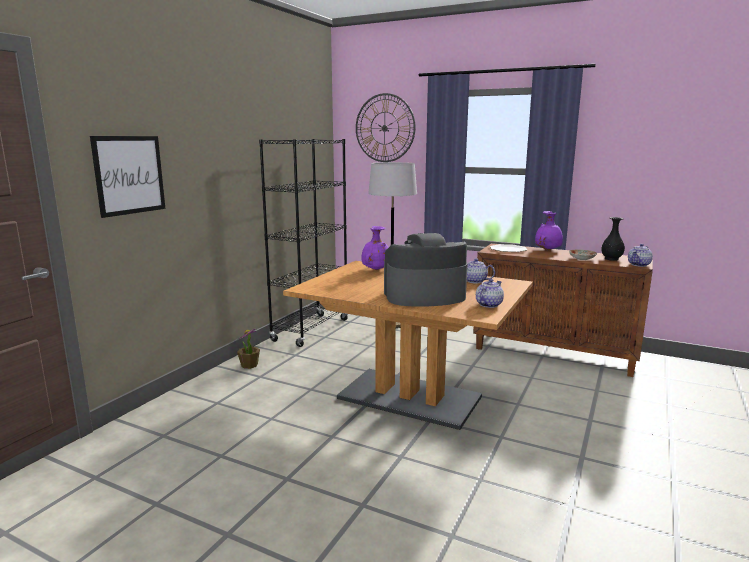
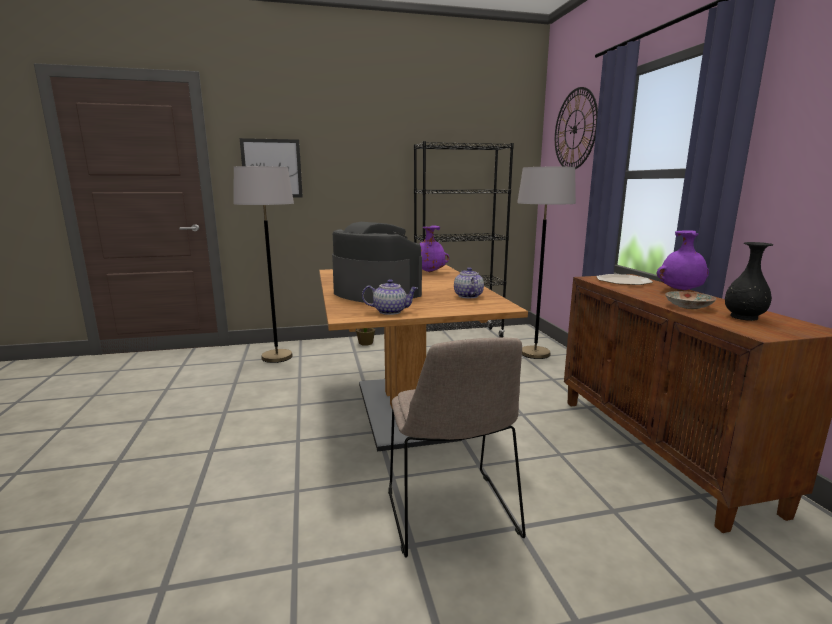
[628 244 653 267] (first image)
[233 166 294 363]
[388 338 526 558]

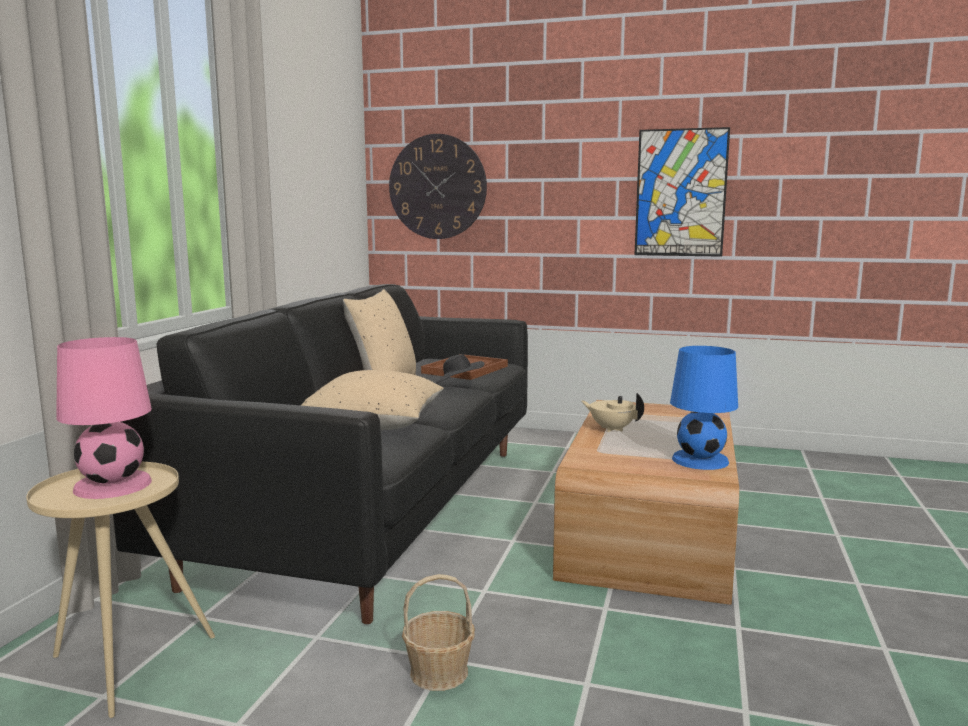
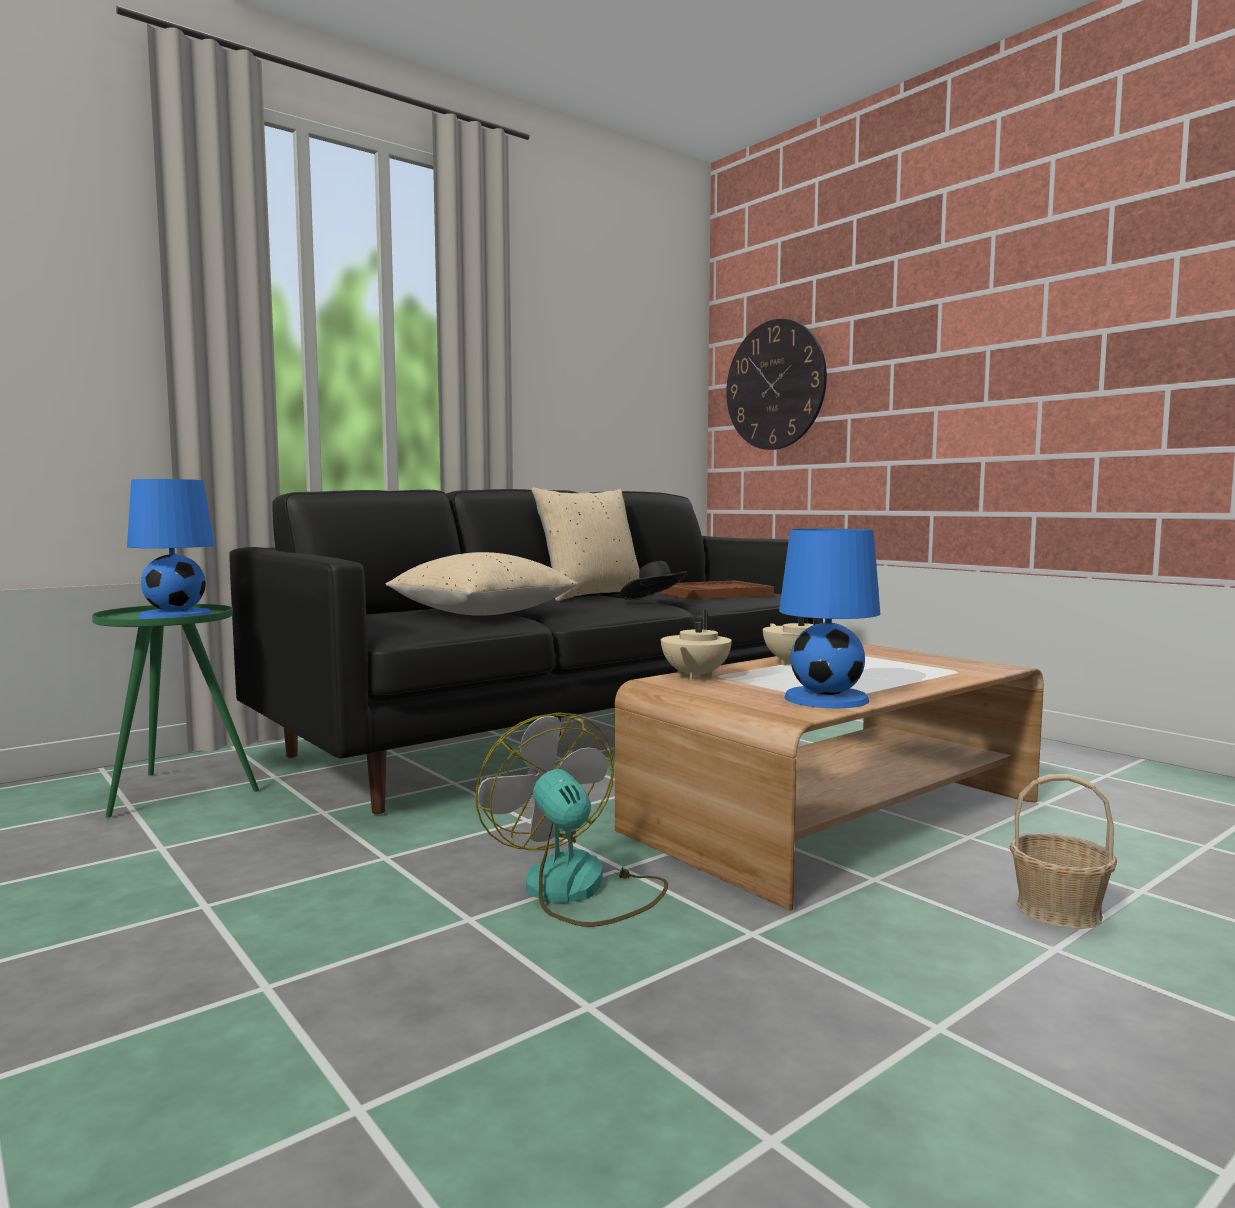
[634 127 730 257] (first image)
[127 479 214 619]
[92 604 259 818]
[1010 774 1117 929]
[661 610 732 680]
[476 712 668 927]

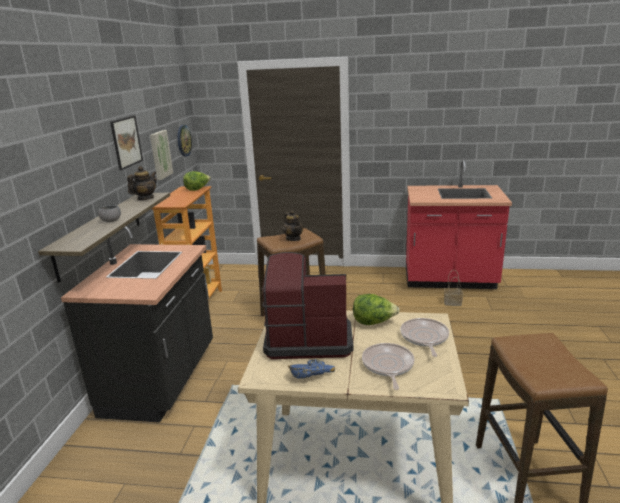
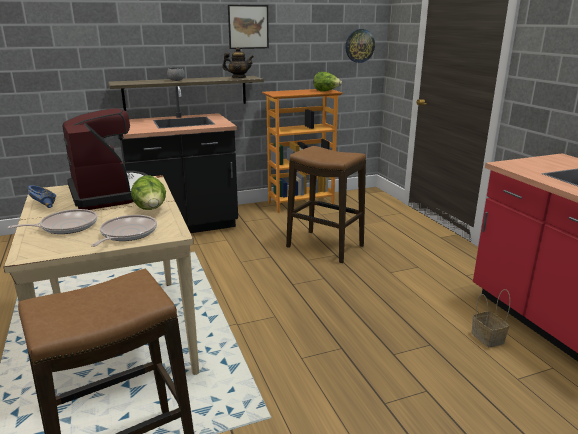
[150 130 173 180] (first image)
[282 210 304 241] (first image)
[91 215 157 247]

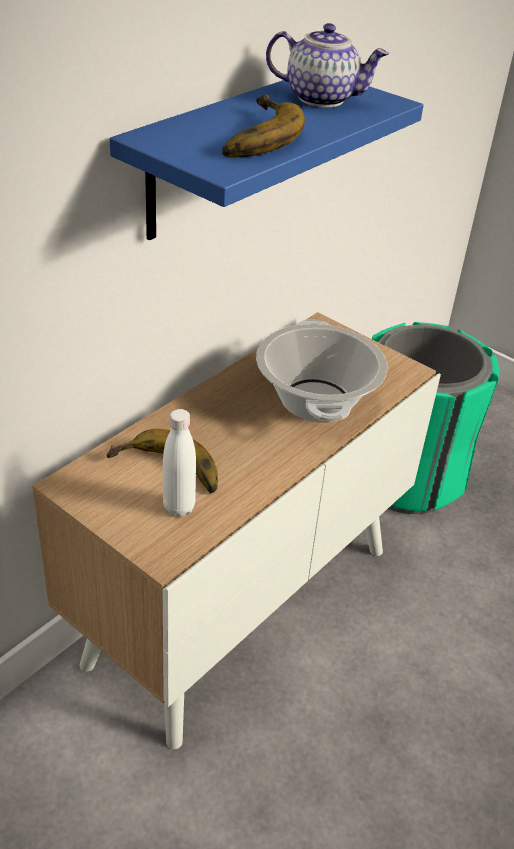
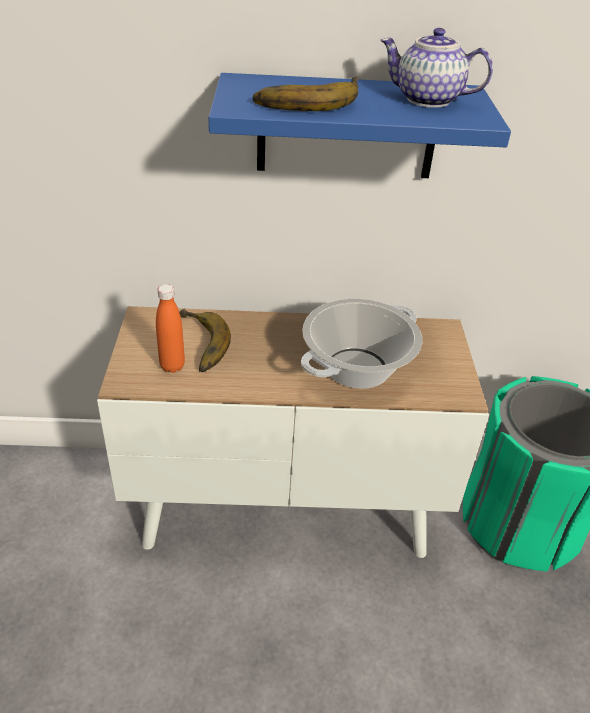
[380 28 493 108]
[156 284 185 373]

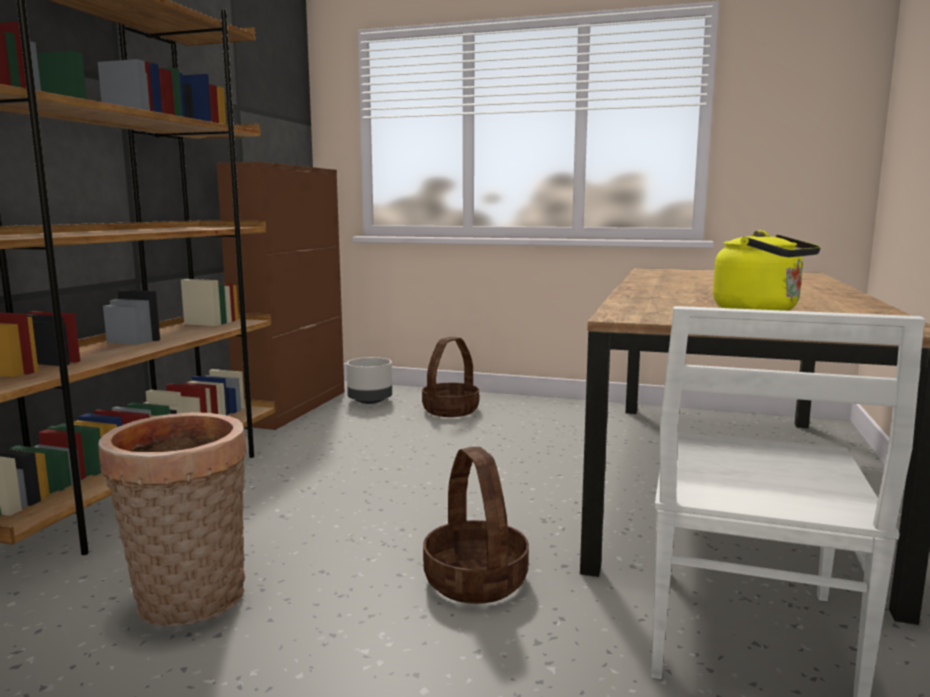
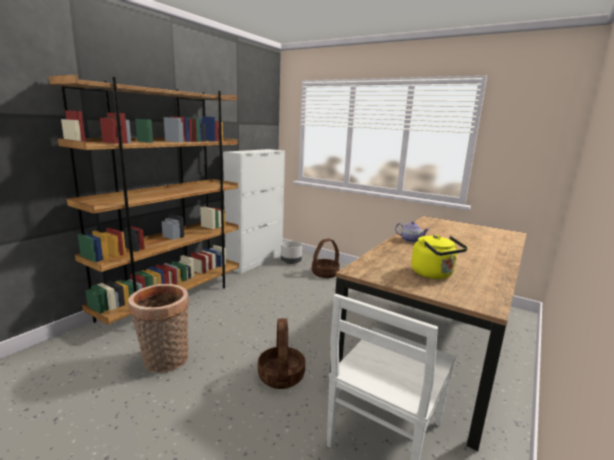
[223 149 285 274]
[395 221 430 242]

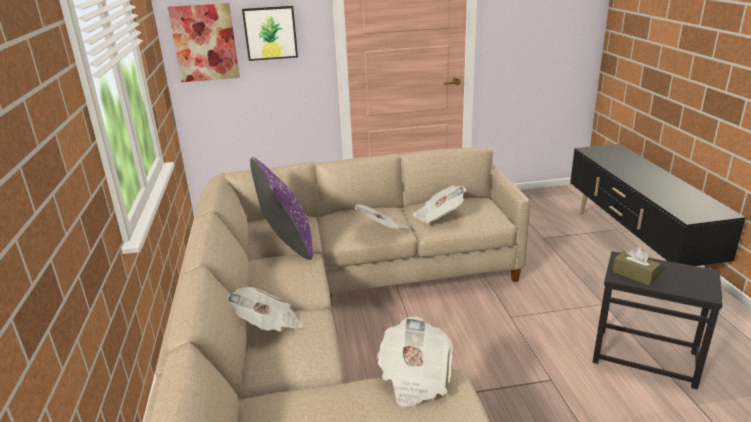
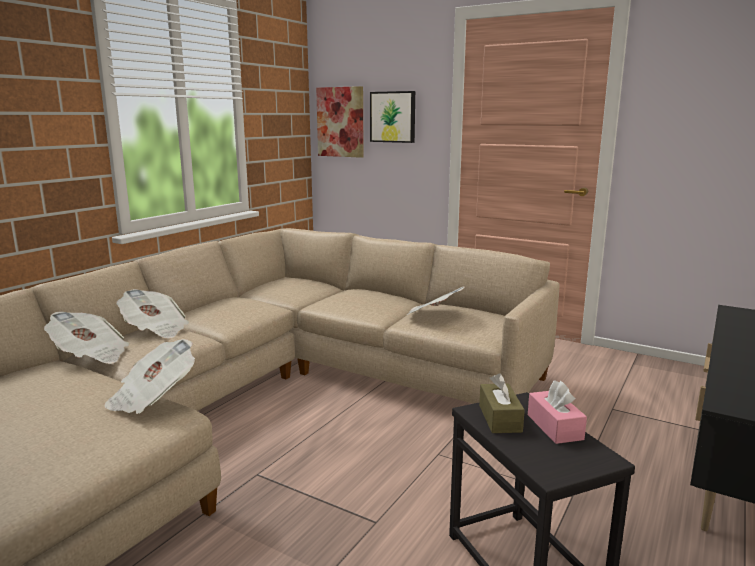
[250 157 313 260] (first image)
[44 311 129 364]
[528 380 587 444]

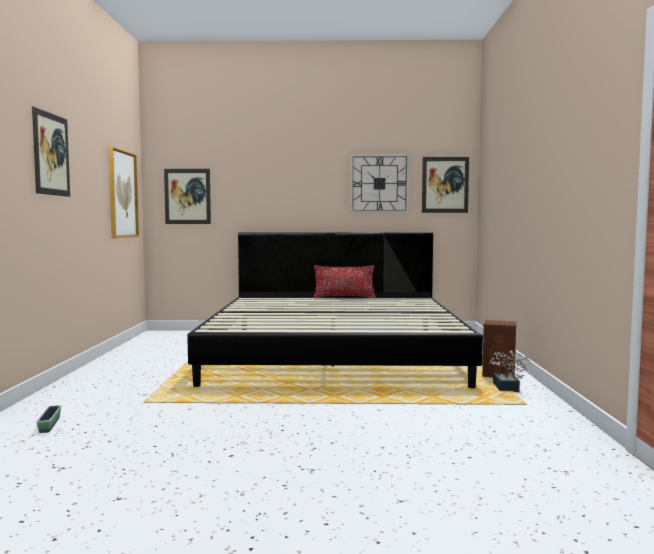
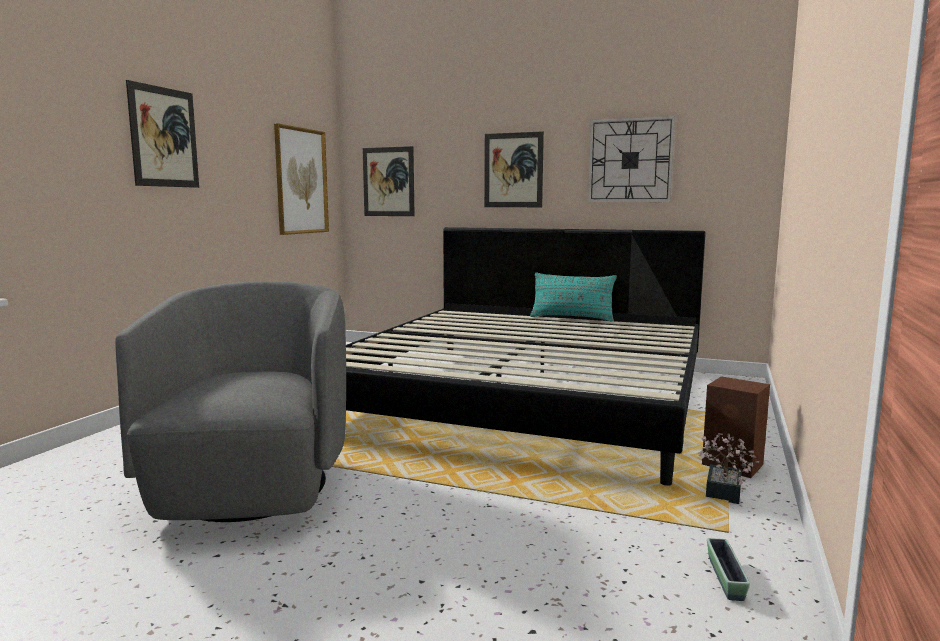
[484 131 544 207]
[530 273 617 321]
[707 538 750 601]
[115 281 346 522]

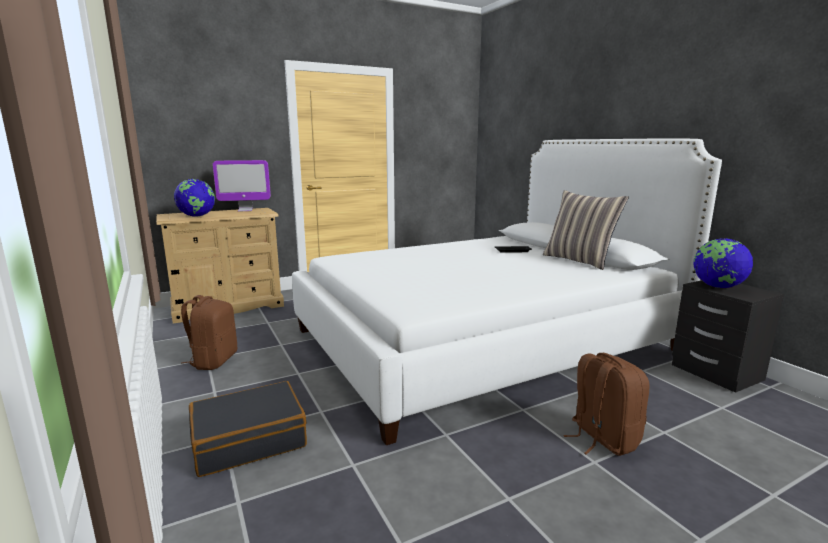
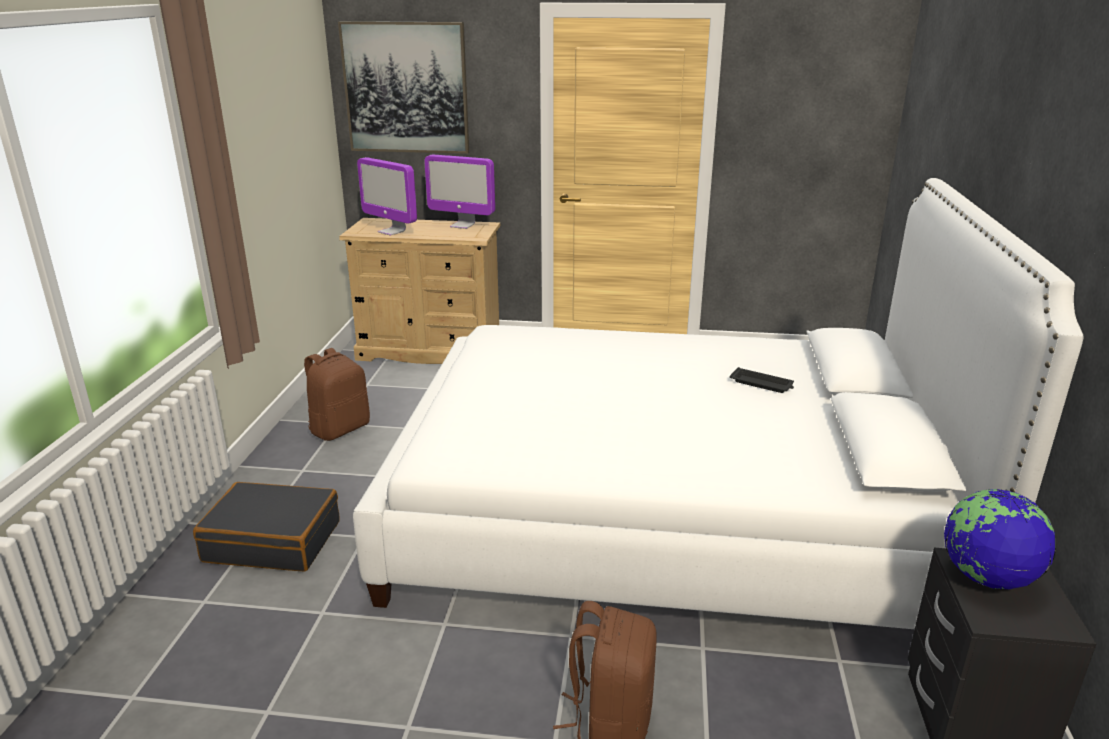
[357 157 417 236]
[543 190 629 270] (first image)
[338 21 469 154]

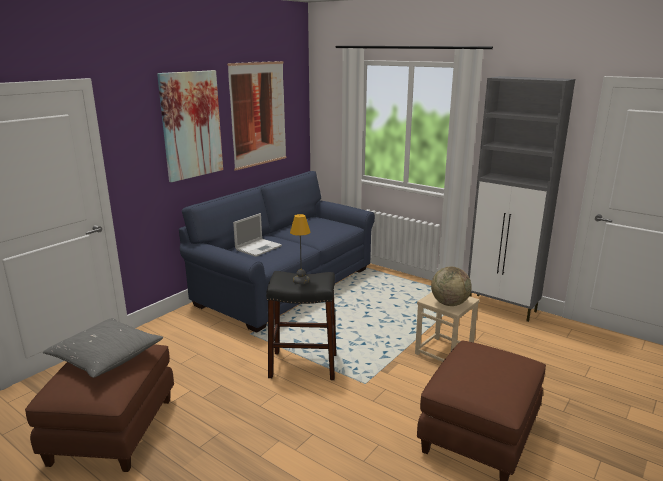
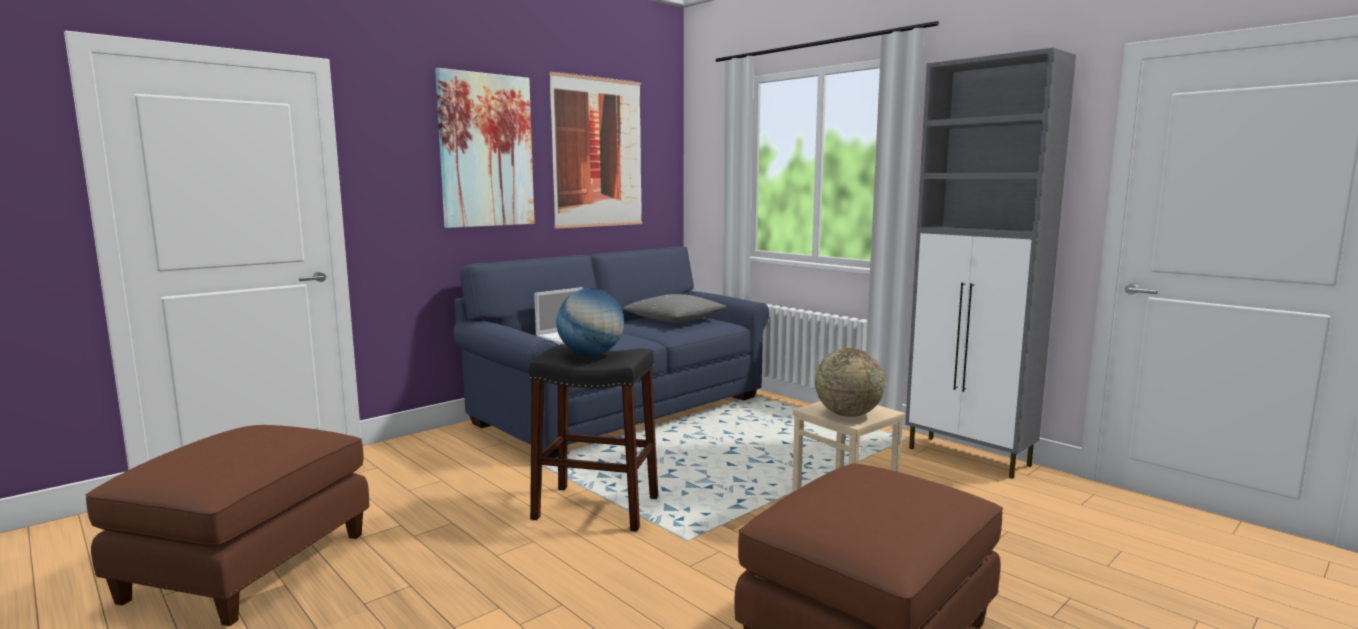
[556 288 624 356]
[623 294 726 323]

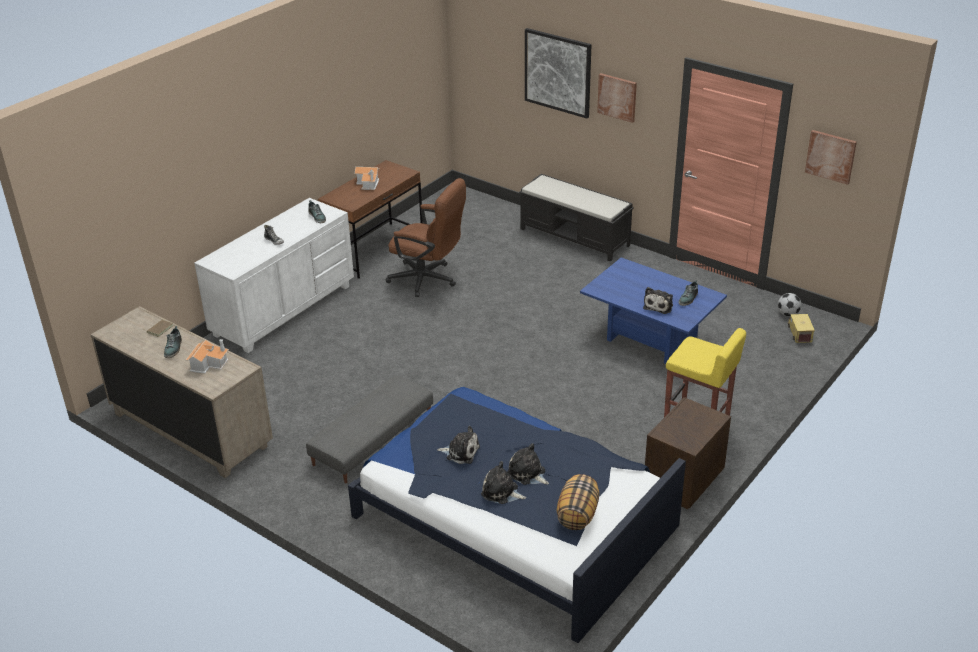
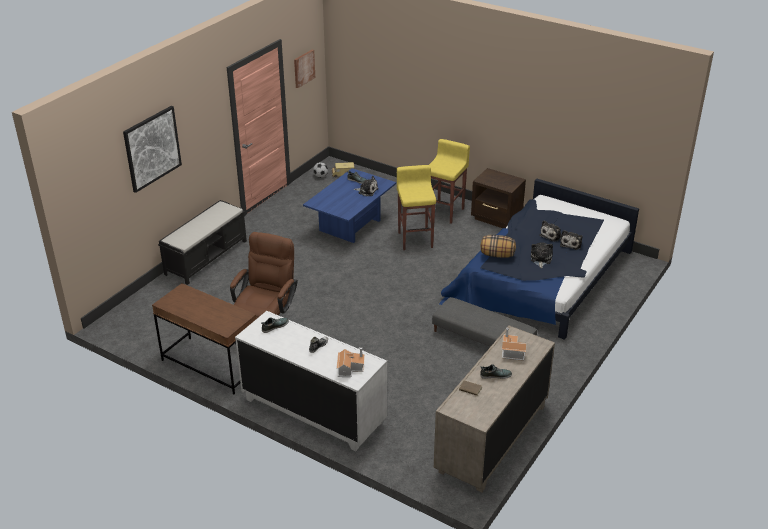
[597 73 637 123] (first image)
[336 347 365 377]
[481 235 516 258]
[397 165 436 250]

